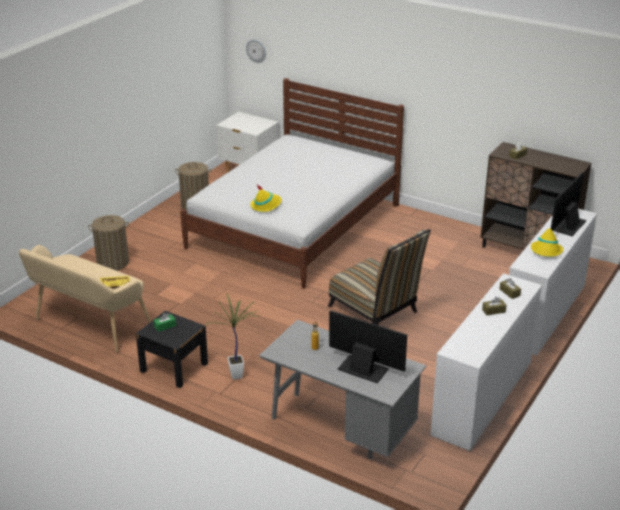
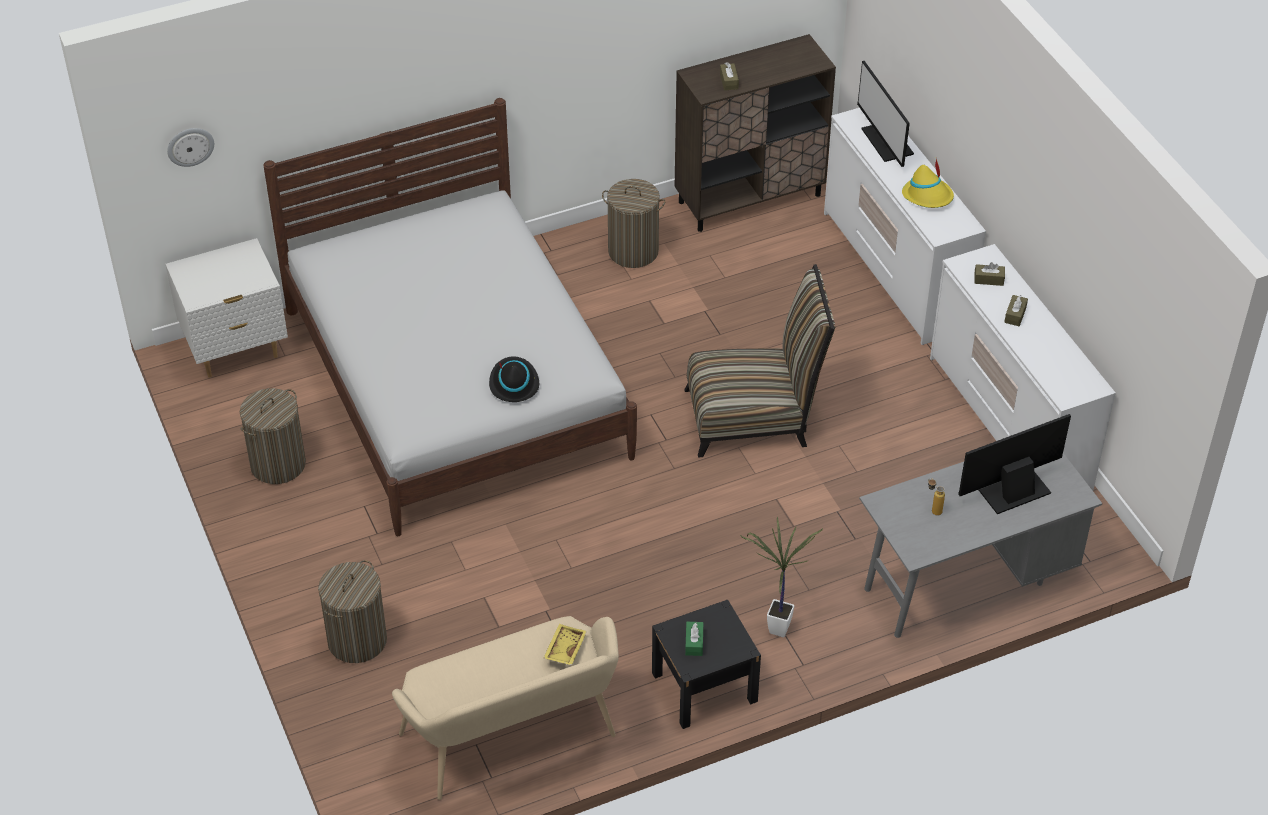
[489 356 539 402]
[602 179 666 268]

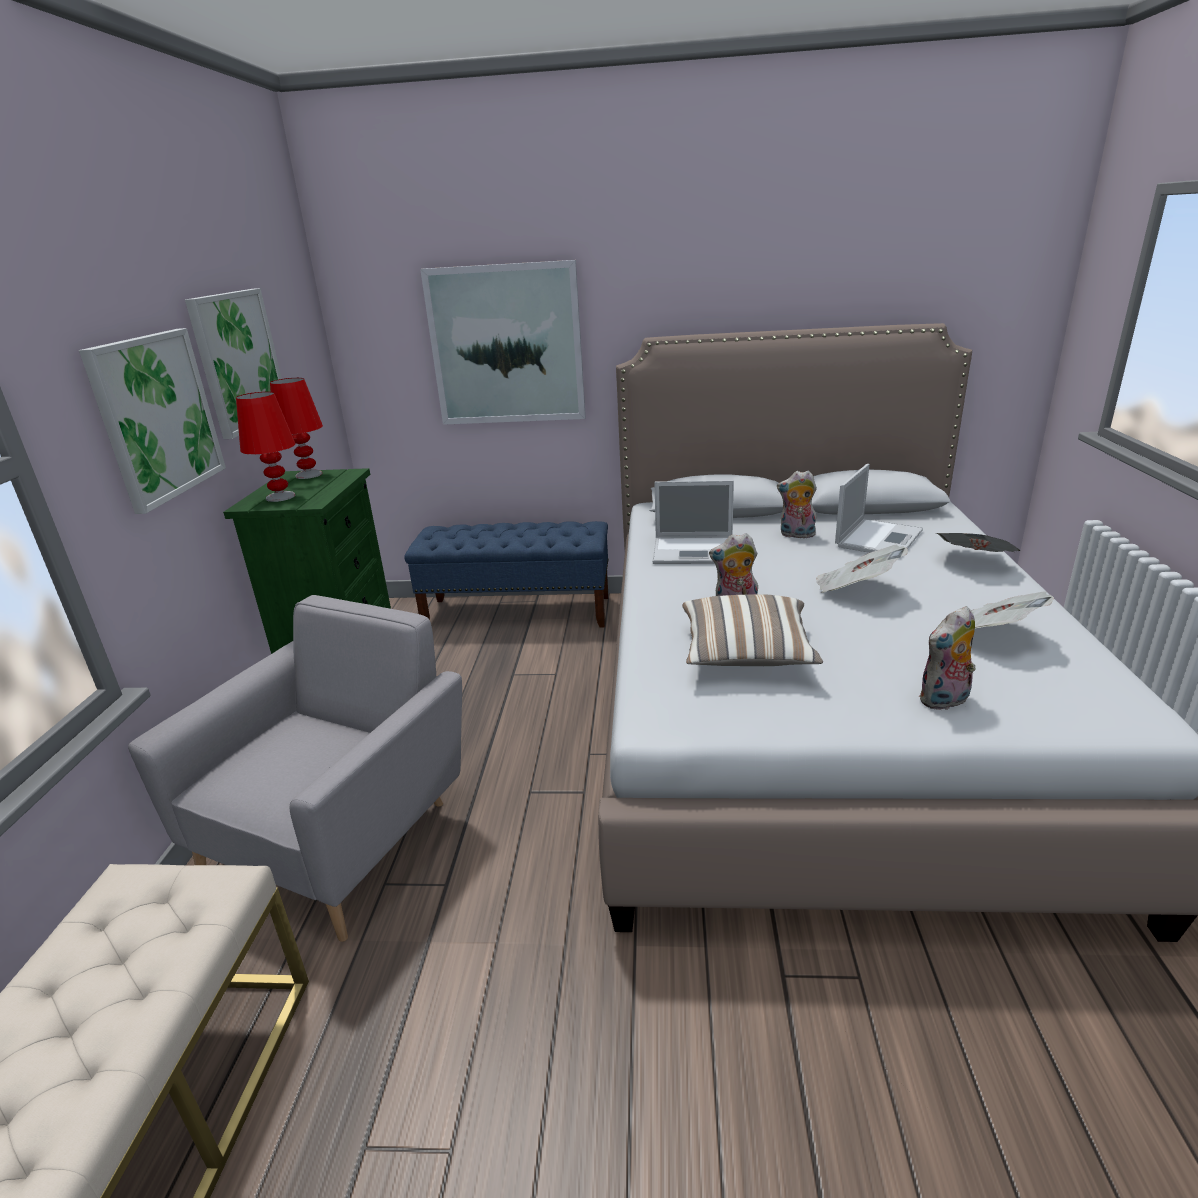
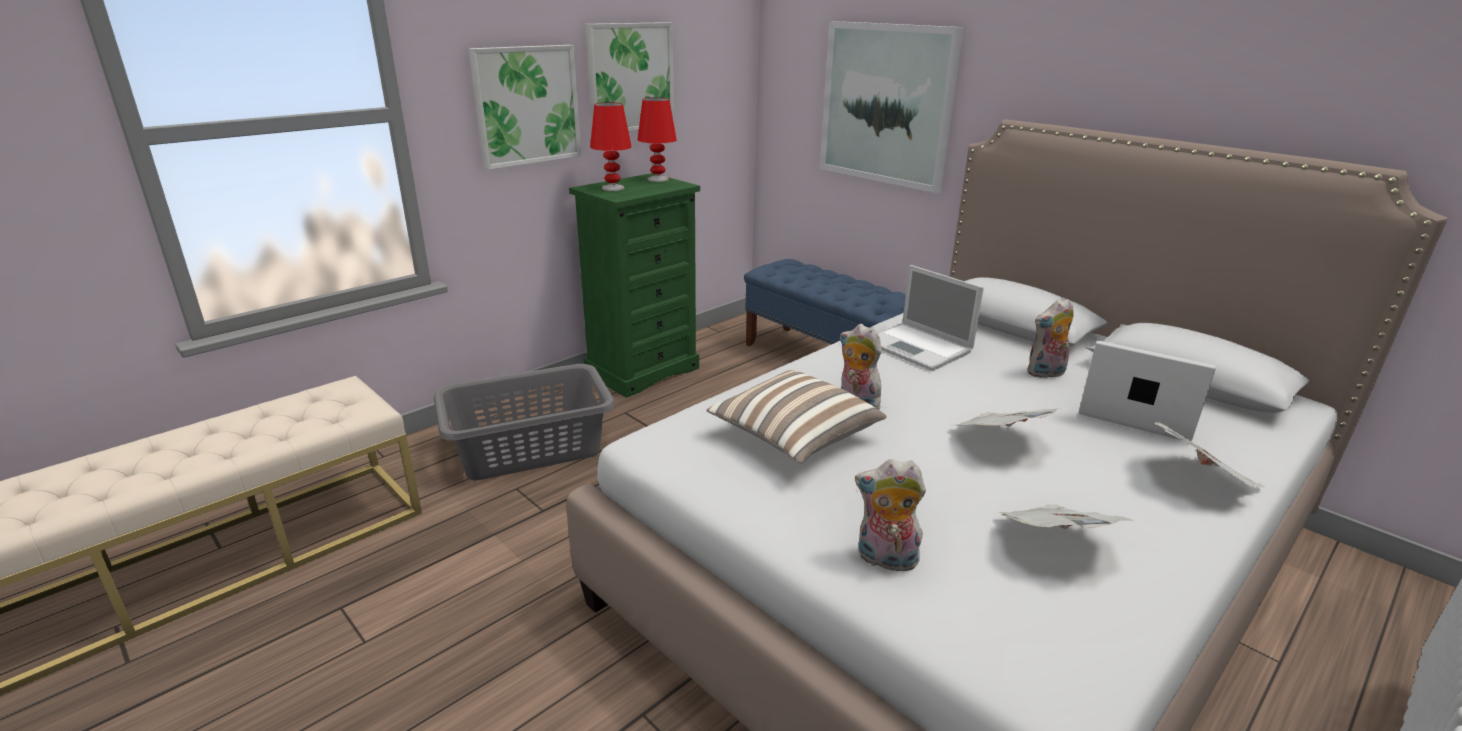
[1079 340 1216 441]
[1027 299 1074 379]
[434 364 615 480]

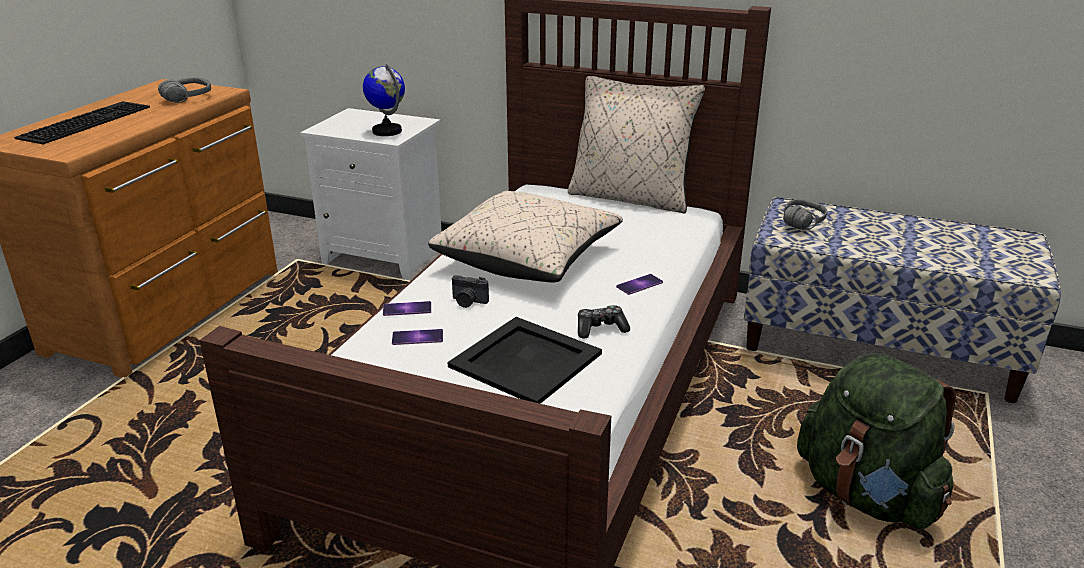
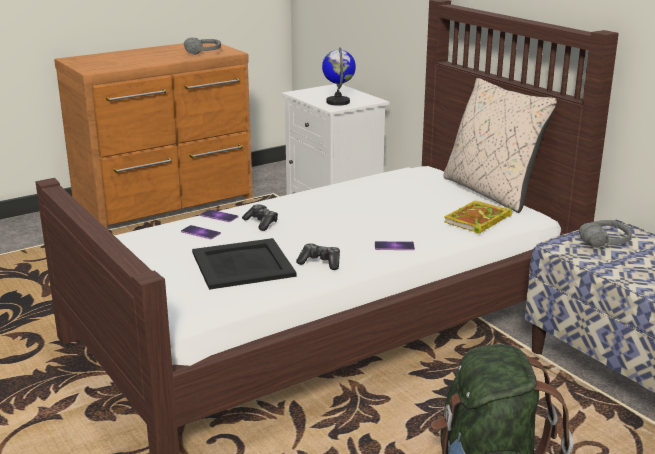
[14 101 150 145] (first image)
[428 191 623 283] (first image)
[242 204 278 231]
[444 200 512 234]

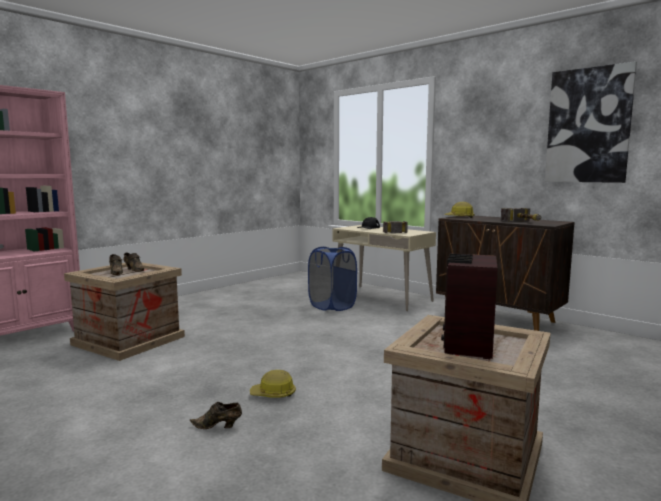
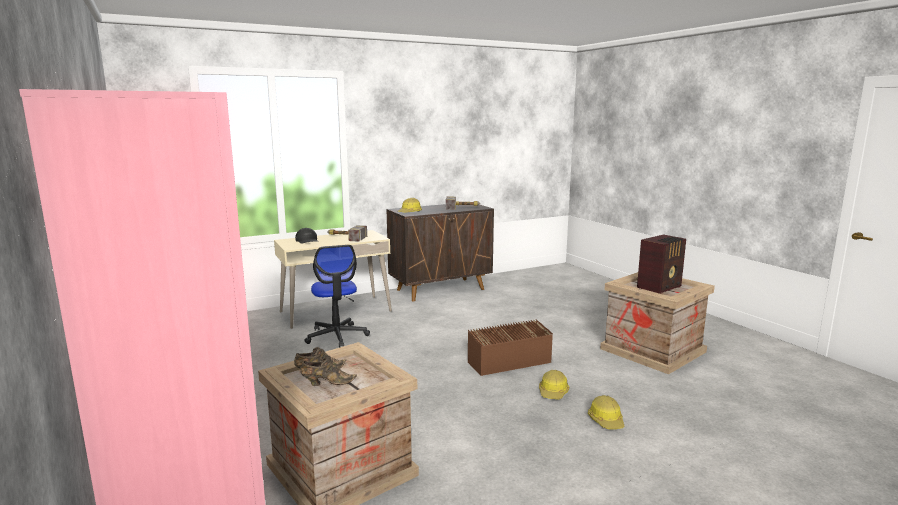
[545 61 637 183] (first image)
[304 245 370 348]
[637 234 686 294]
[588 395 625 429]
[468 319 553 376]

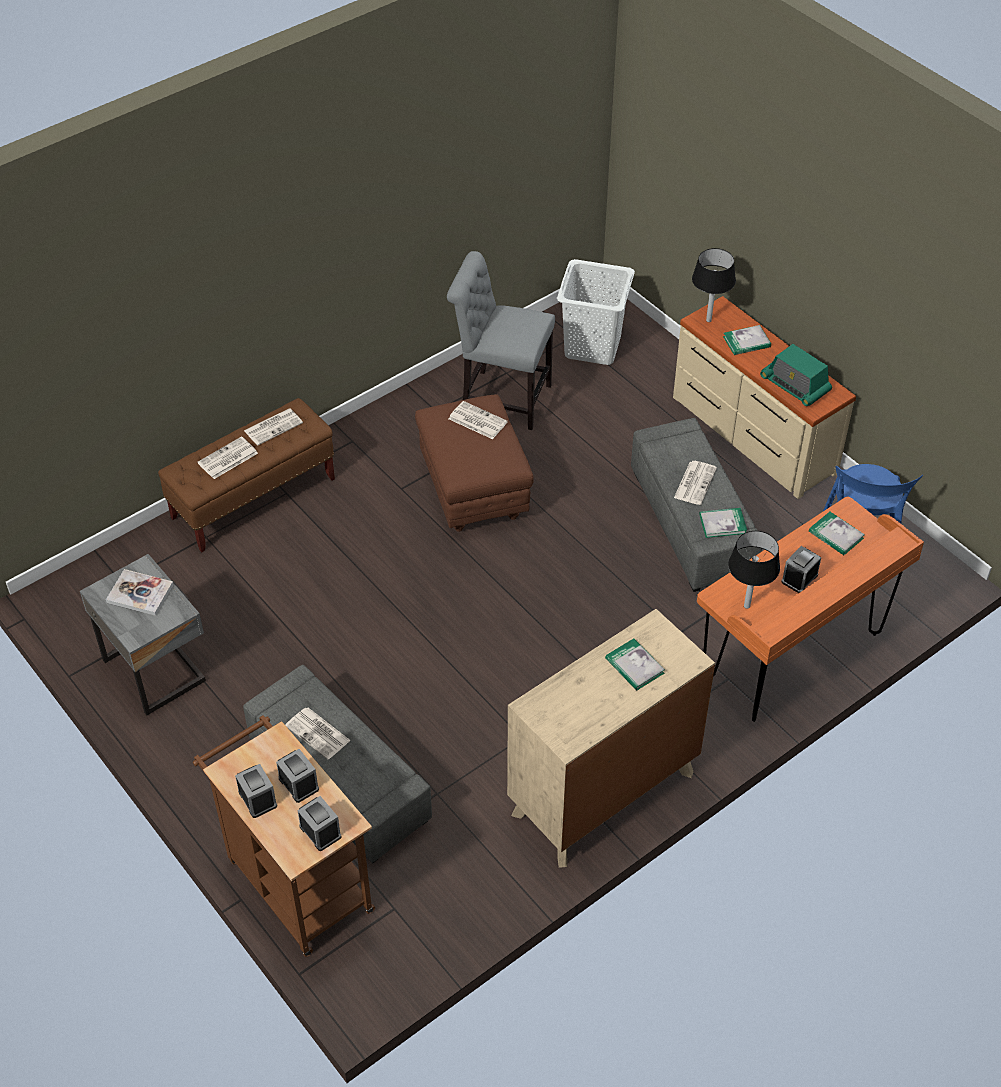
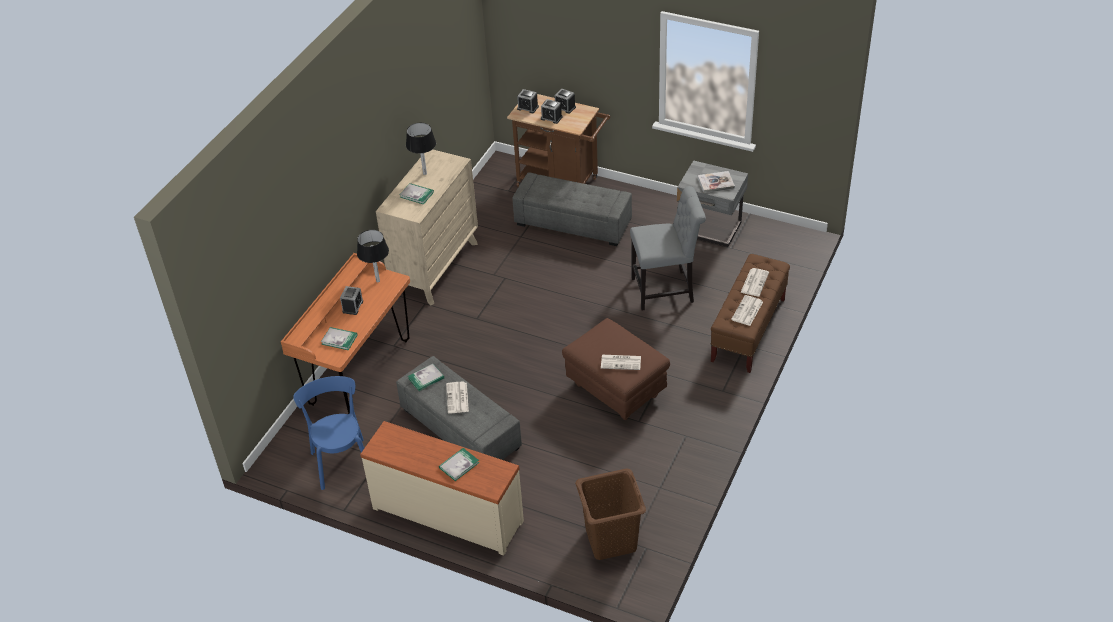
[406 123 436 175]
[630 186 706 311]
[575 468 646 560]
[760 344 832 406] (first image)
[285 708 351 760] (first image)

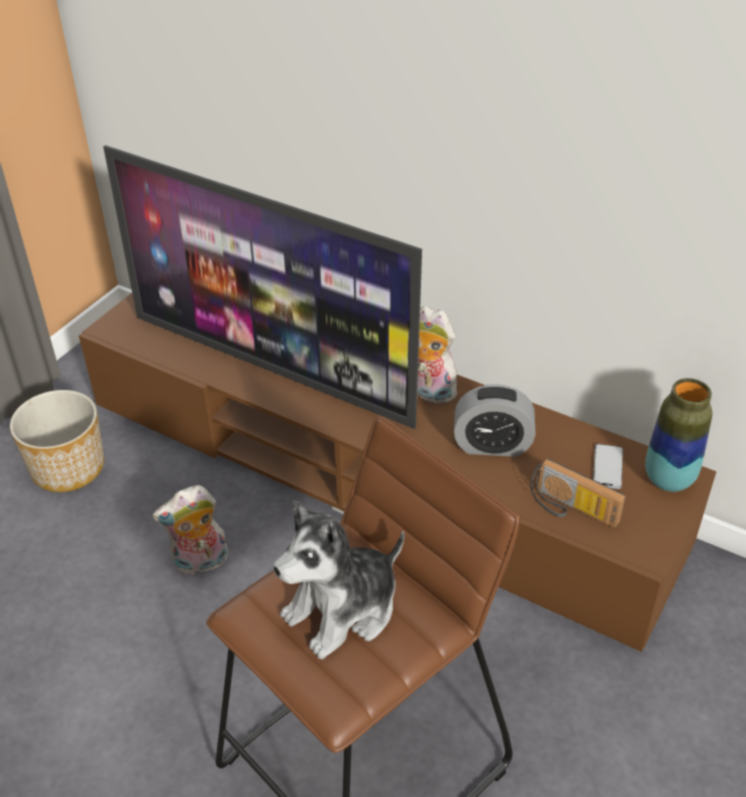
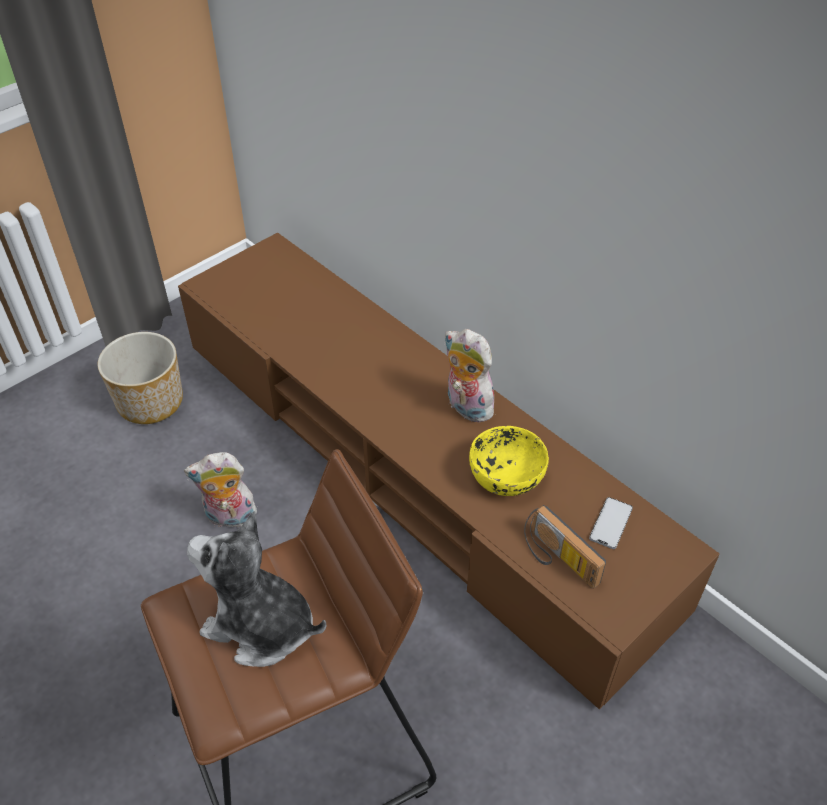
[103 145 422 429] (first image)
[645 378 712 492] (first image)
[469 426 549 496]
[187 511 326 667]

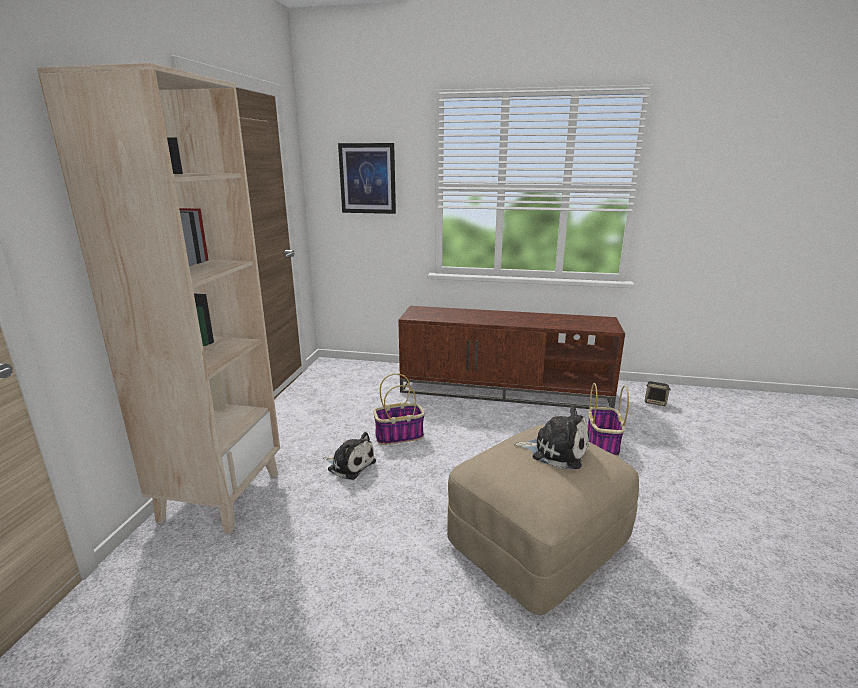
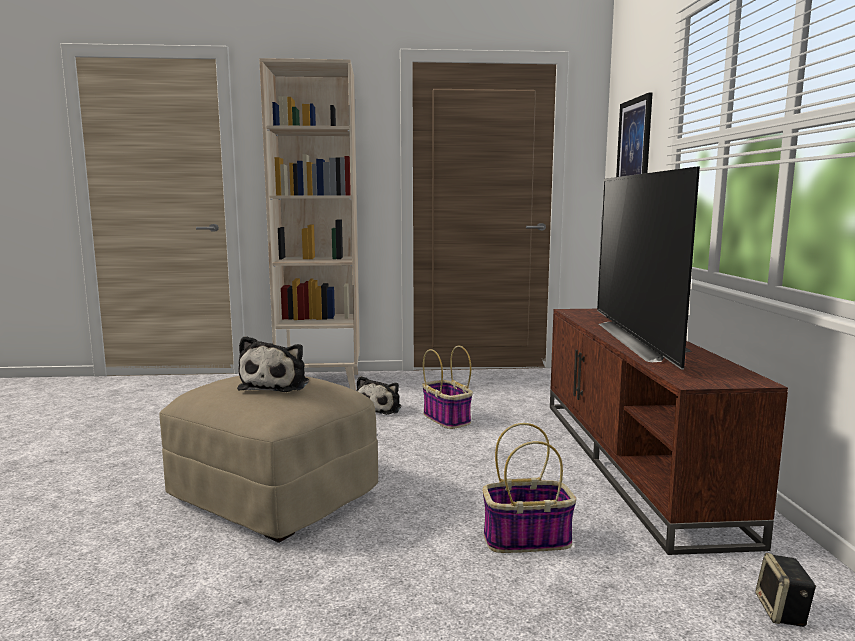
[597 167 700 369]

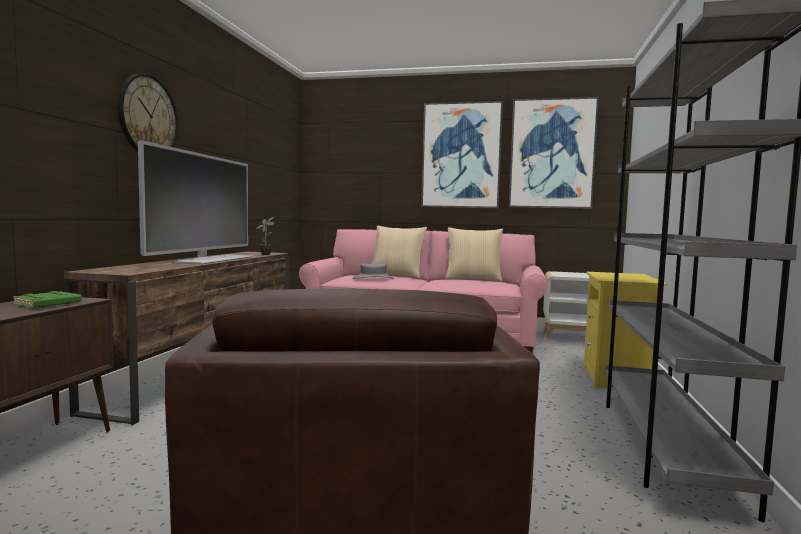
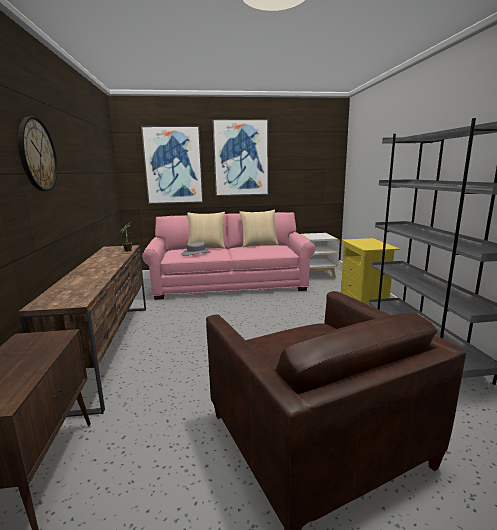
[141 126 203 204]
[138 140 253 265] (first image)
[13 291 82 308] (first image)

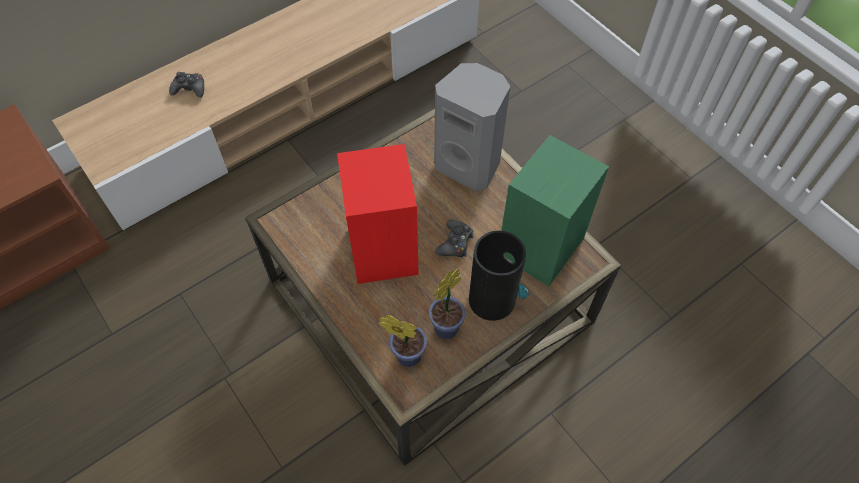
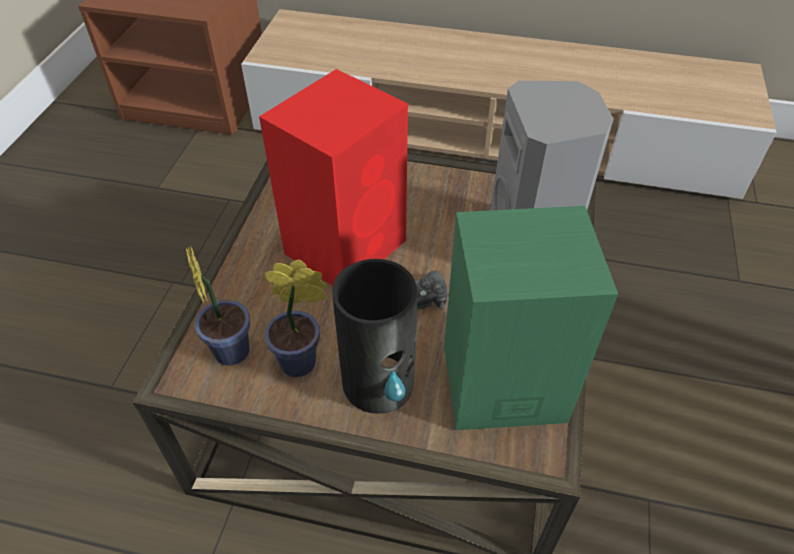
[169 72 204 98] (first image)

